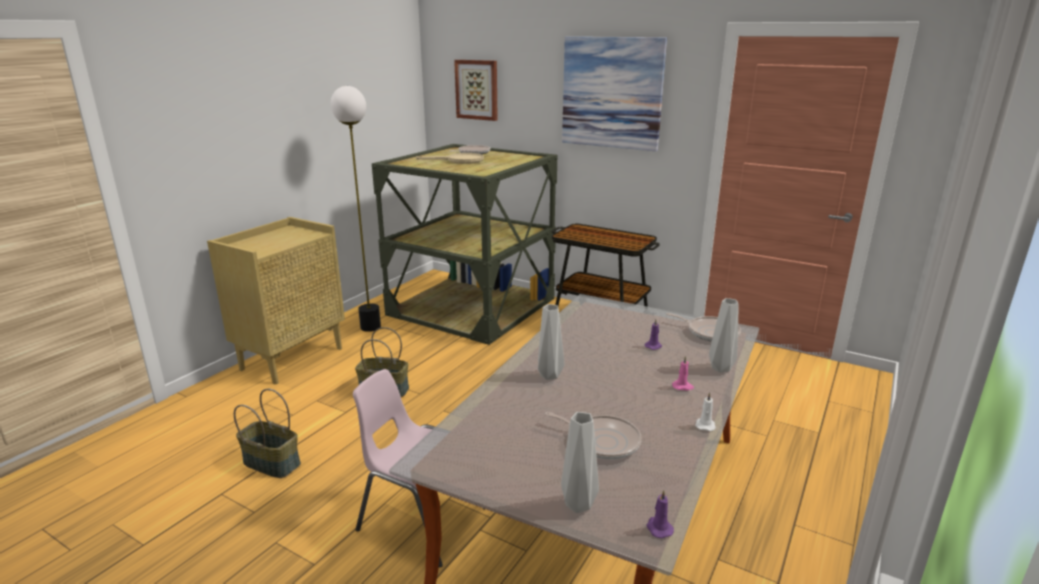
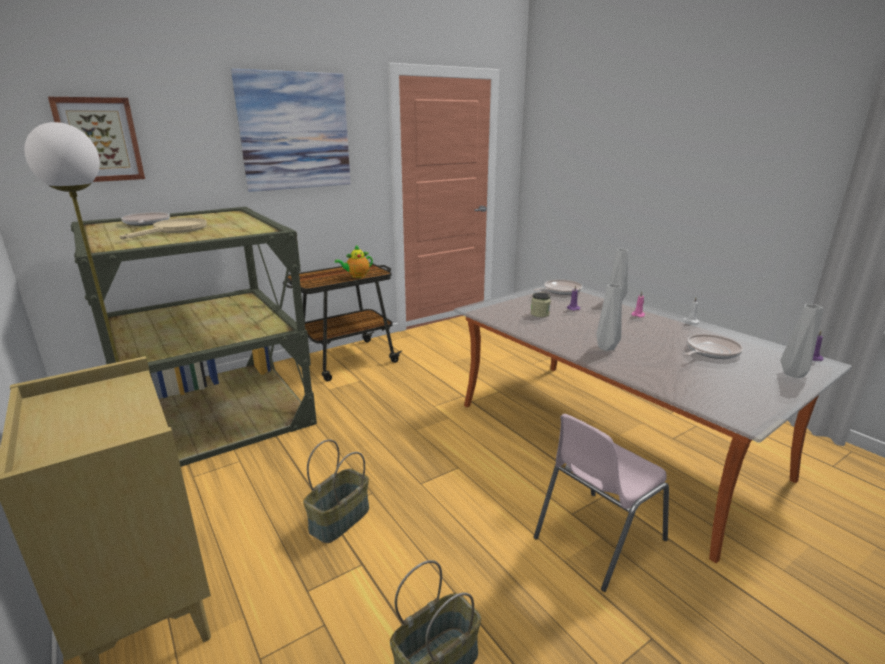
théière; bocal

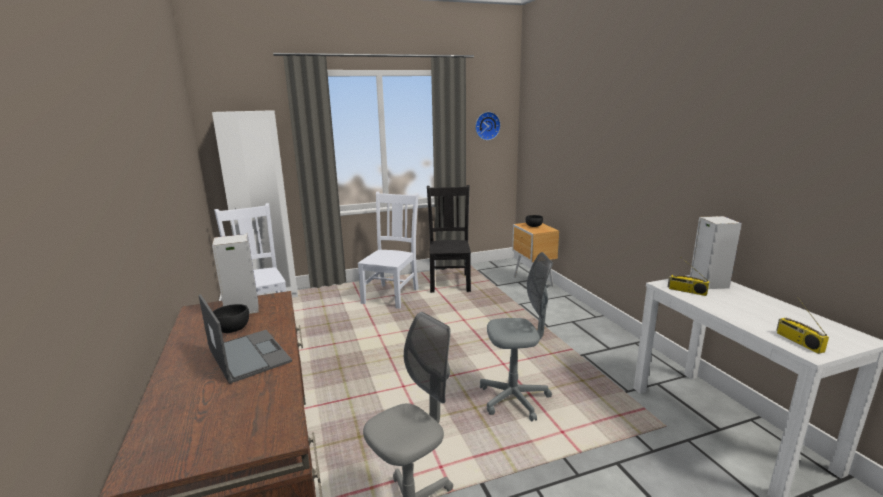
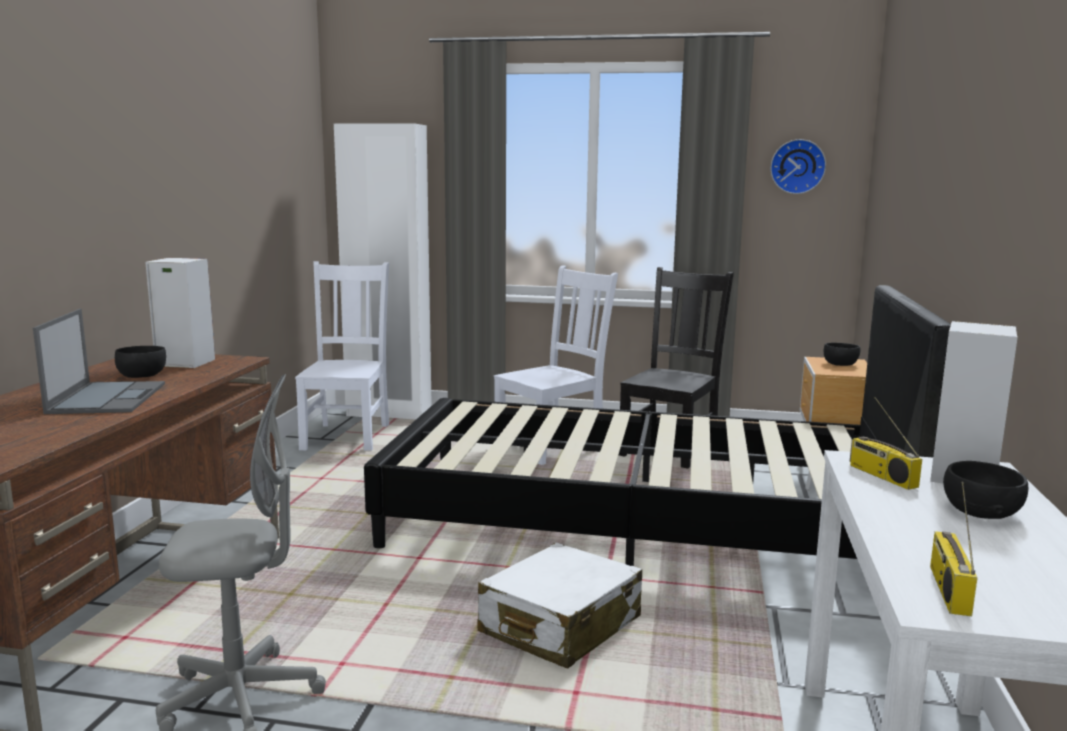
valise (blanc); lit (noir); bol (noir) (no. 3 from left)

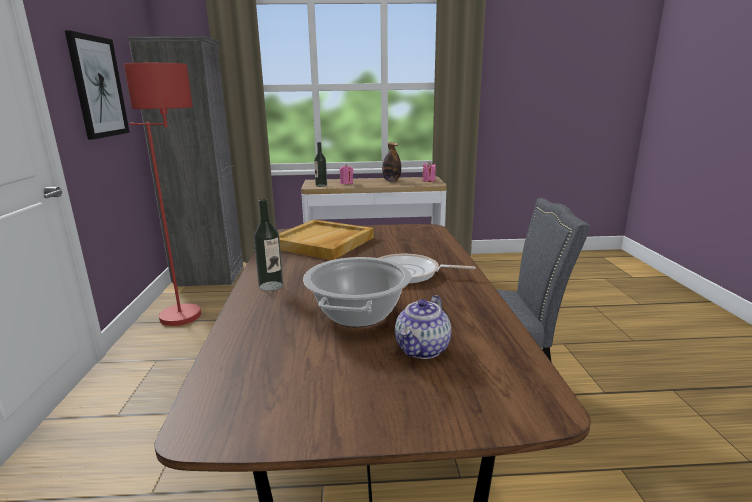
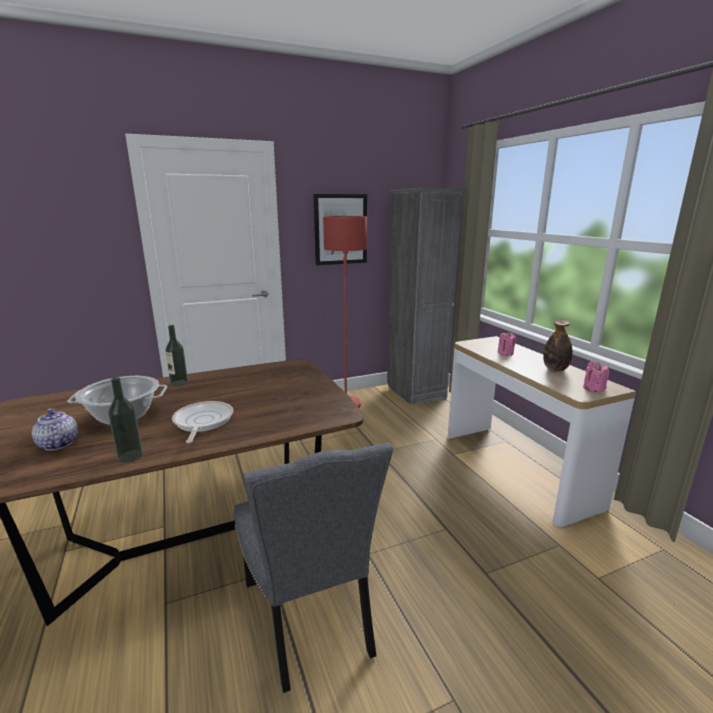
plateau (beige); bouteille (no. 1 from left); théière

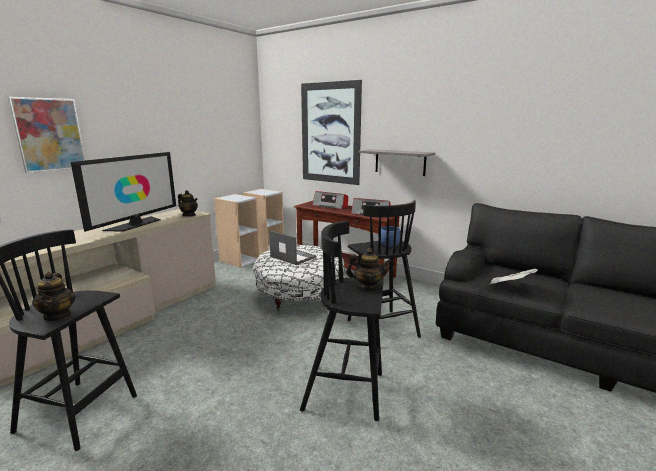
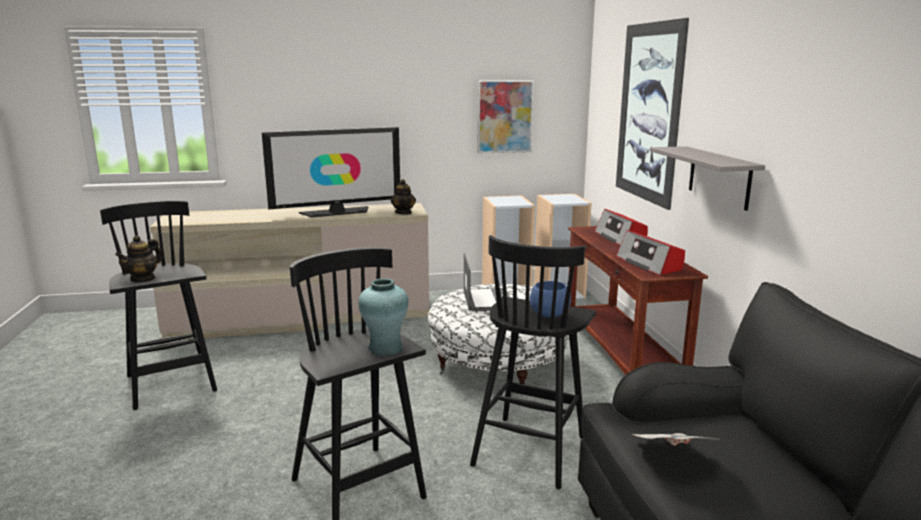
tableau (no. 1 from left); vase (turquoise)

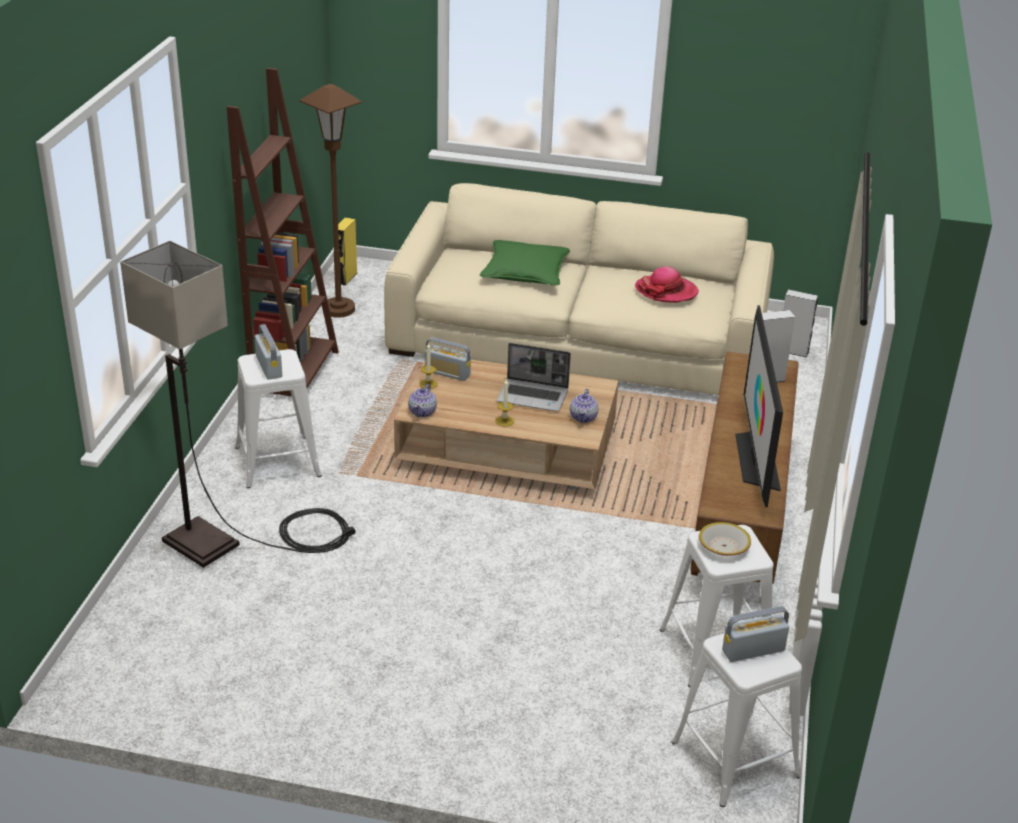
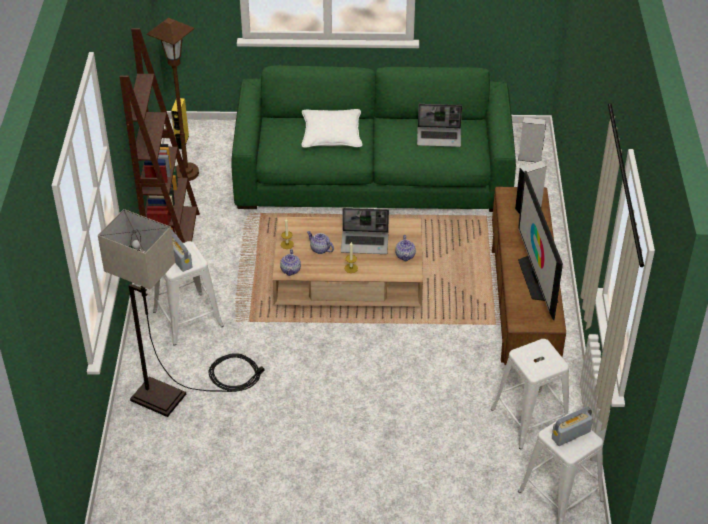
canapé (vert); radio (no. 2 from left in the first image); coussin (blanc); ordinateur portable (no. 2 from left); bol; théière (no. 2 from left)

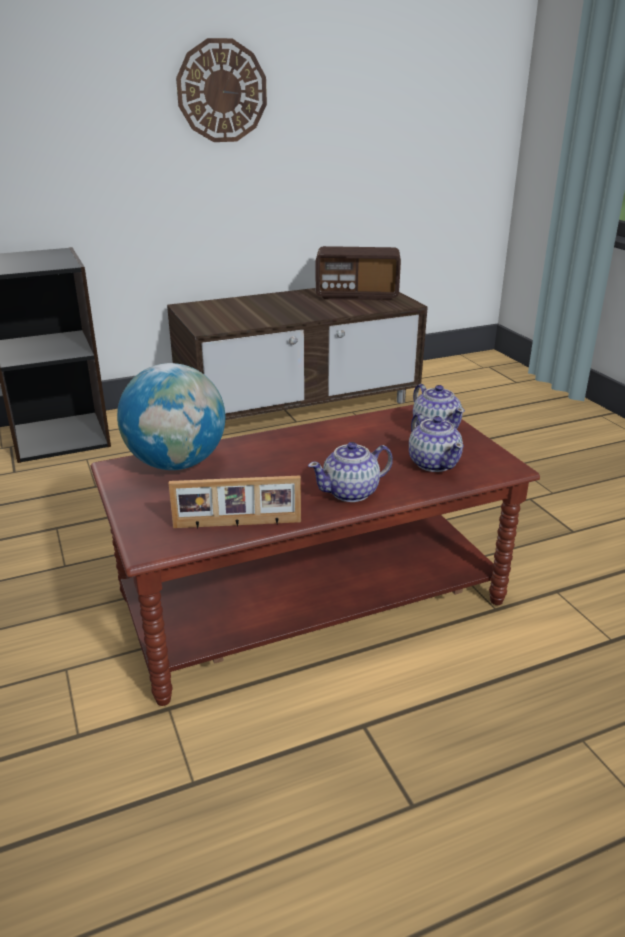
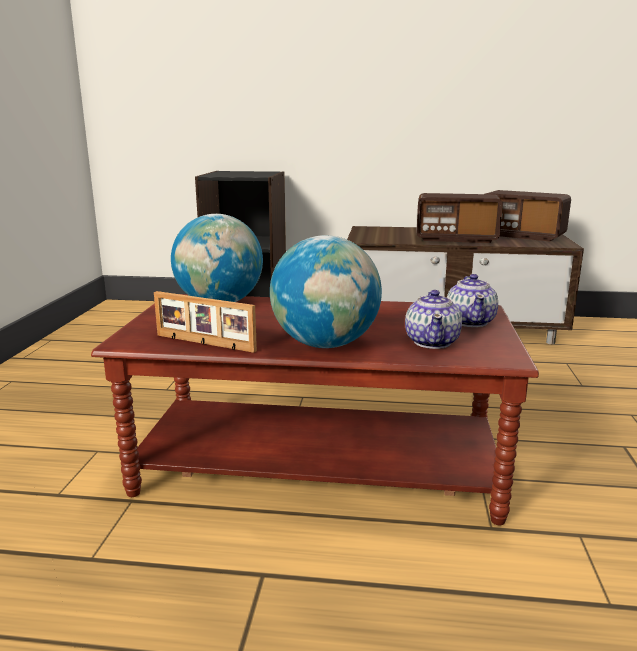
horloge murale; globe (no. 2 from left); radio (no. 1 from left)

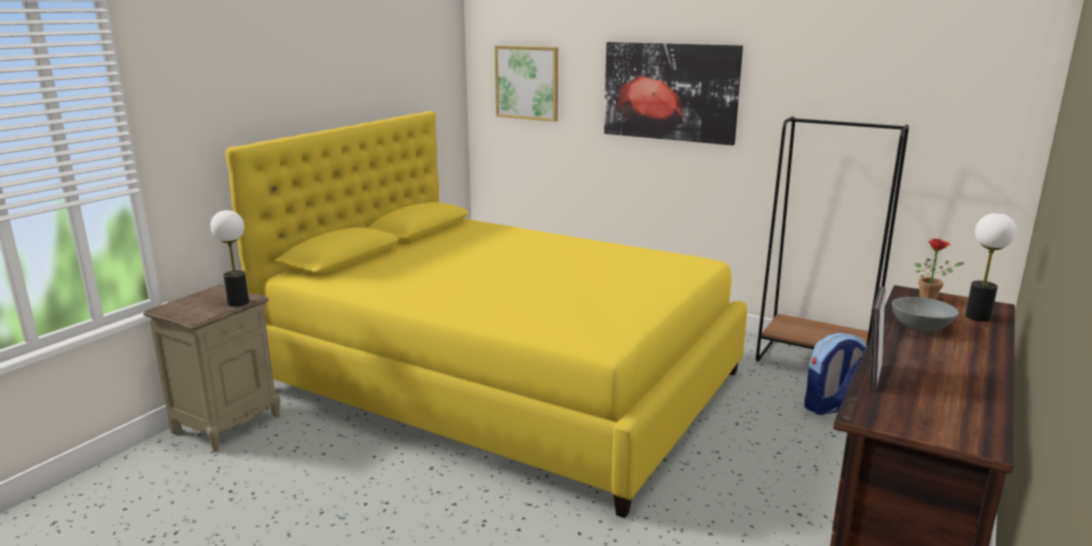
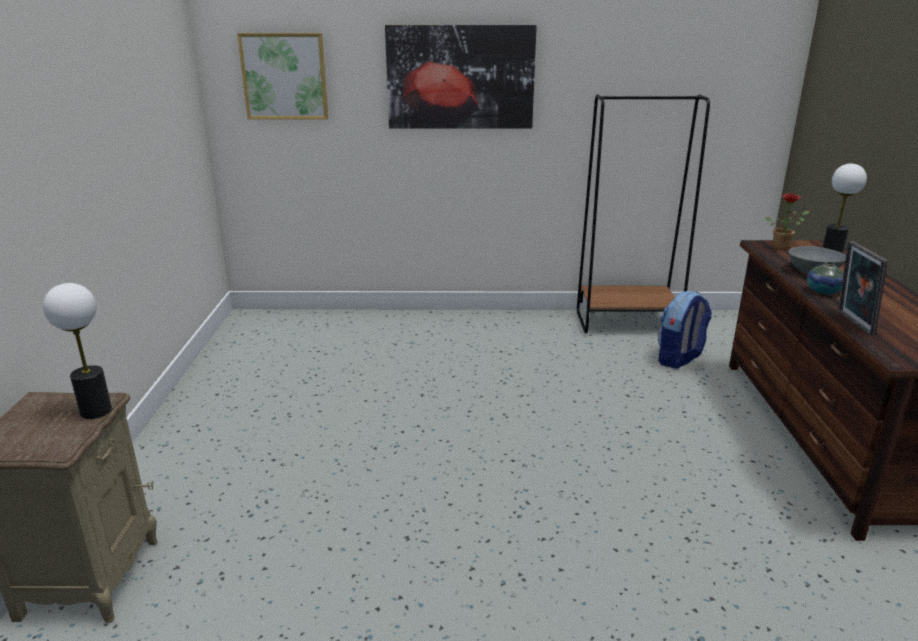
lit (jaune); vase

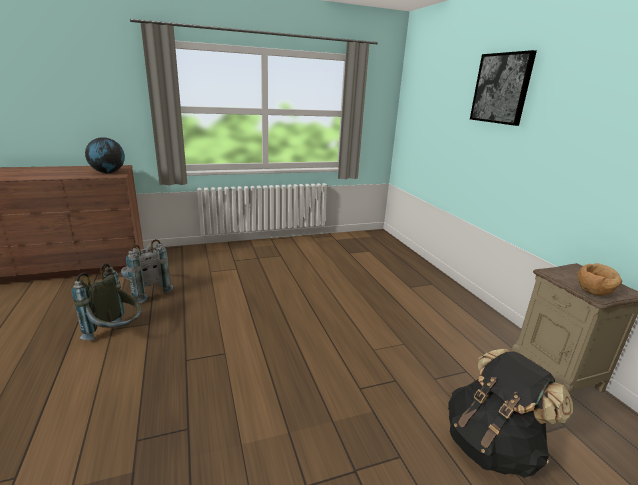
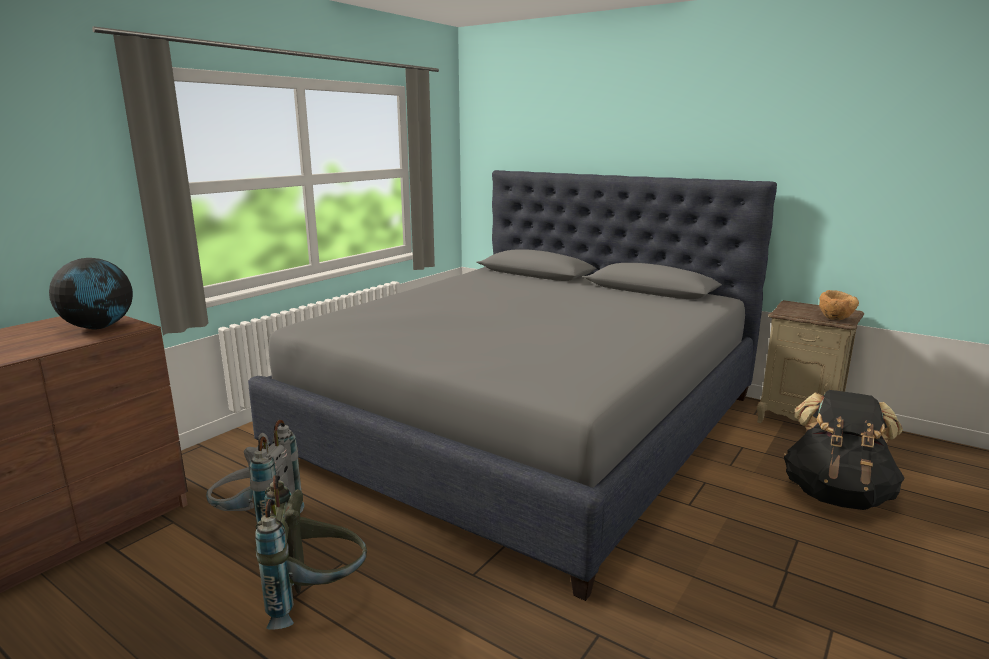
tableau; lit (gris)

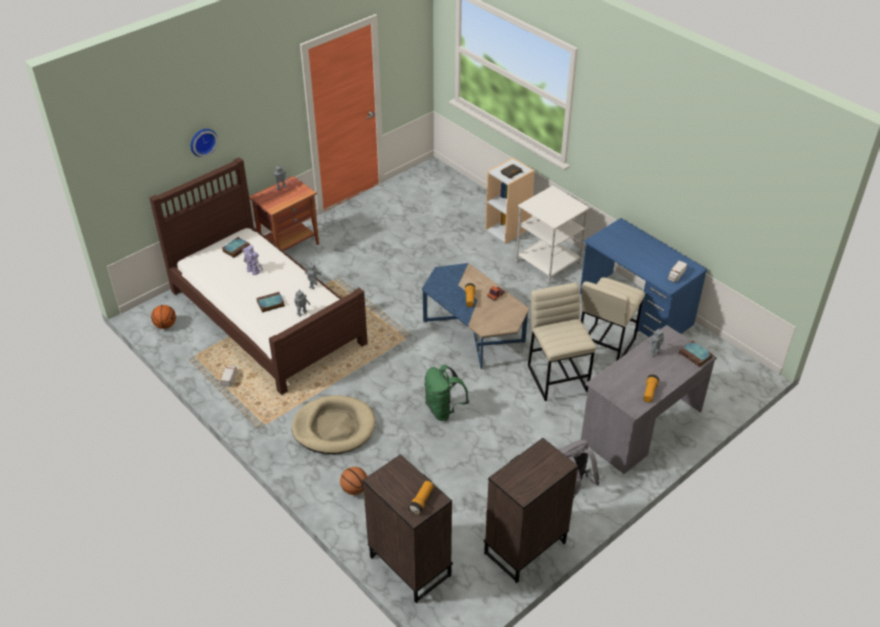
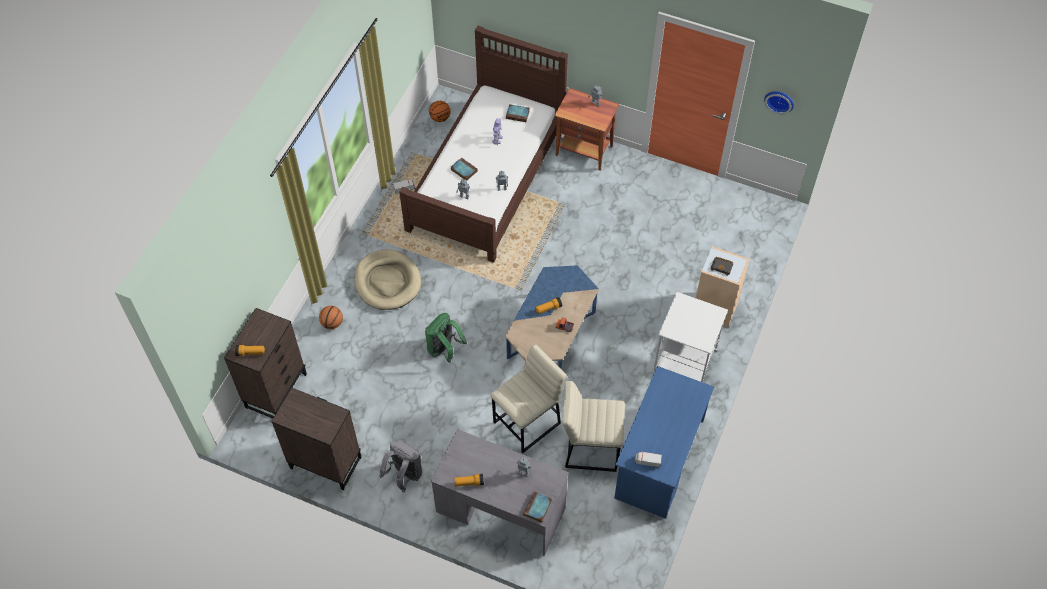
horloge murale

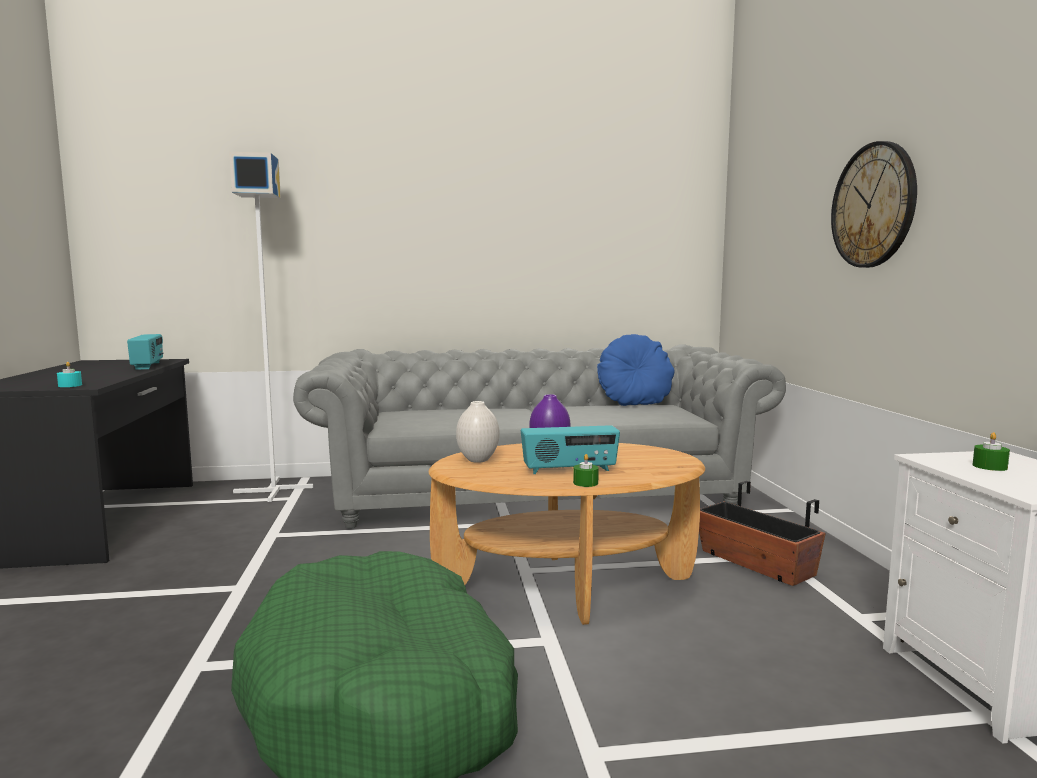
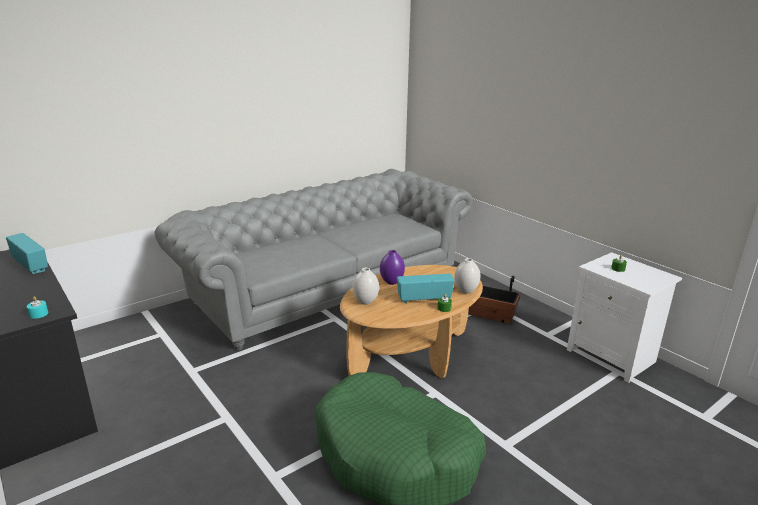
lampadaire (blanc); radio (no. 2 from left); coussin (bleu); horloge murale; vase (blanc) (no. 2 from left)

